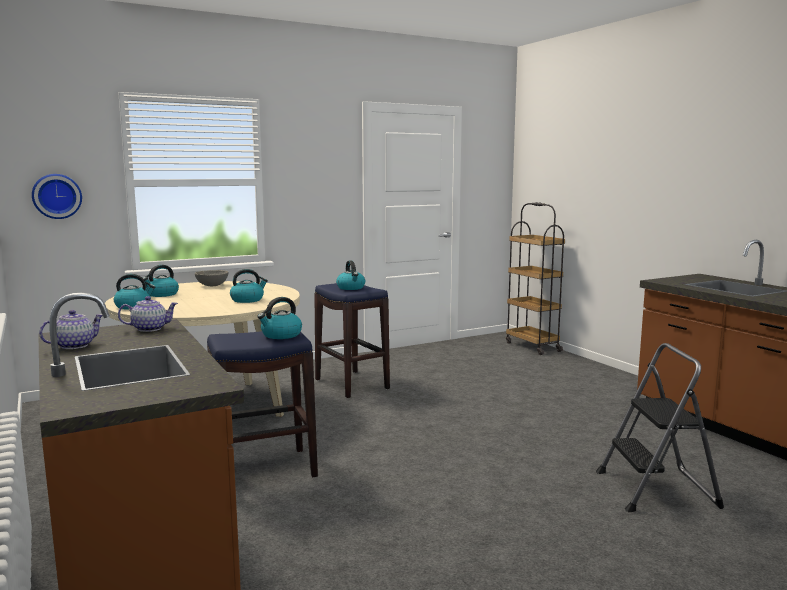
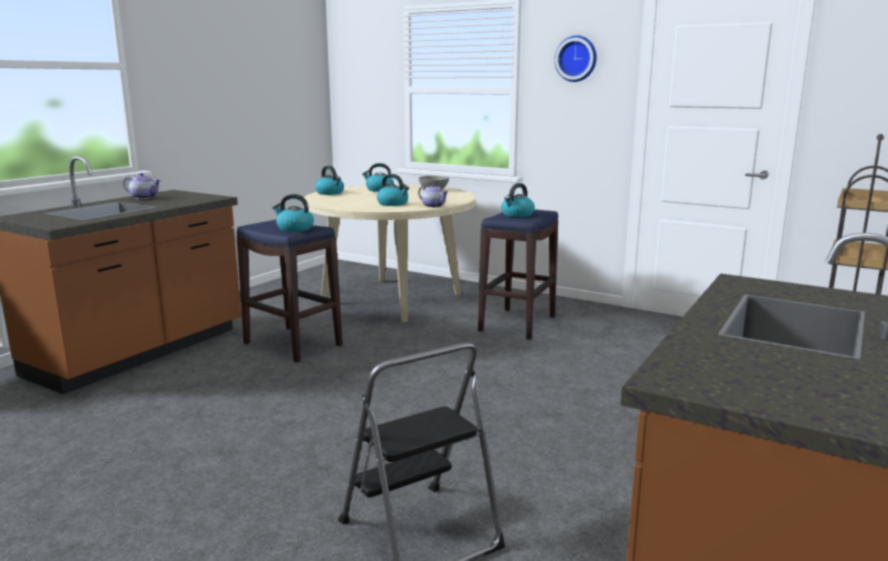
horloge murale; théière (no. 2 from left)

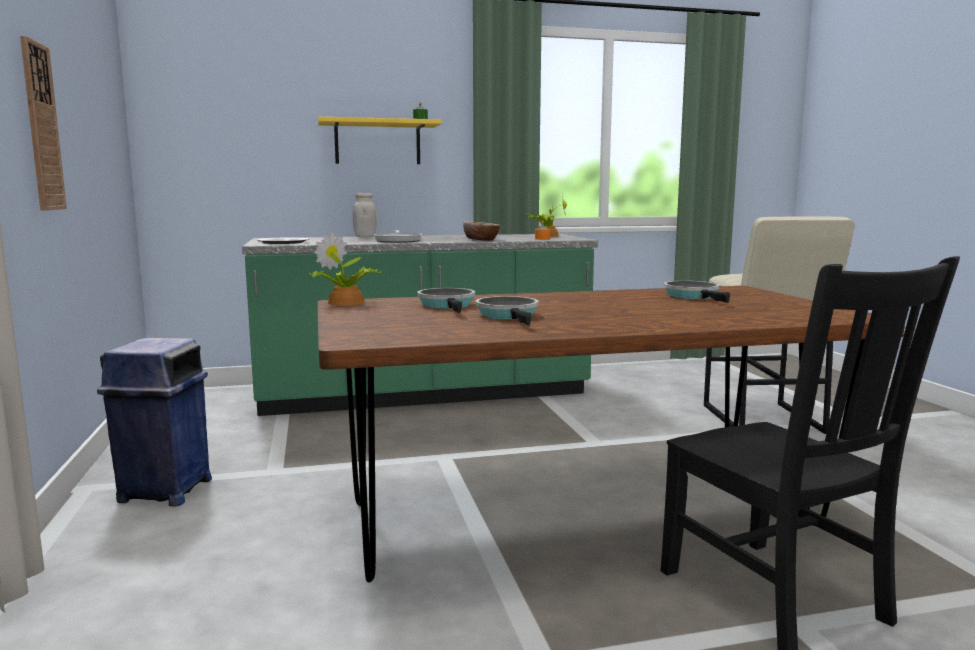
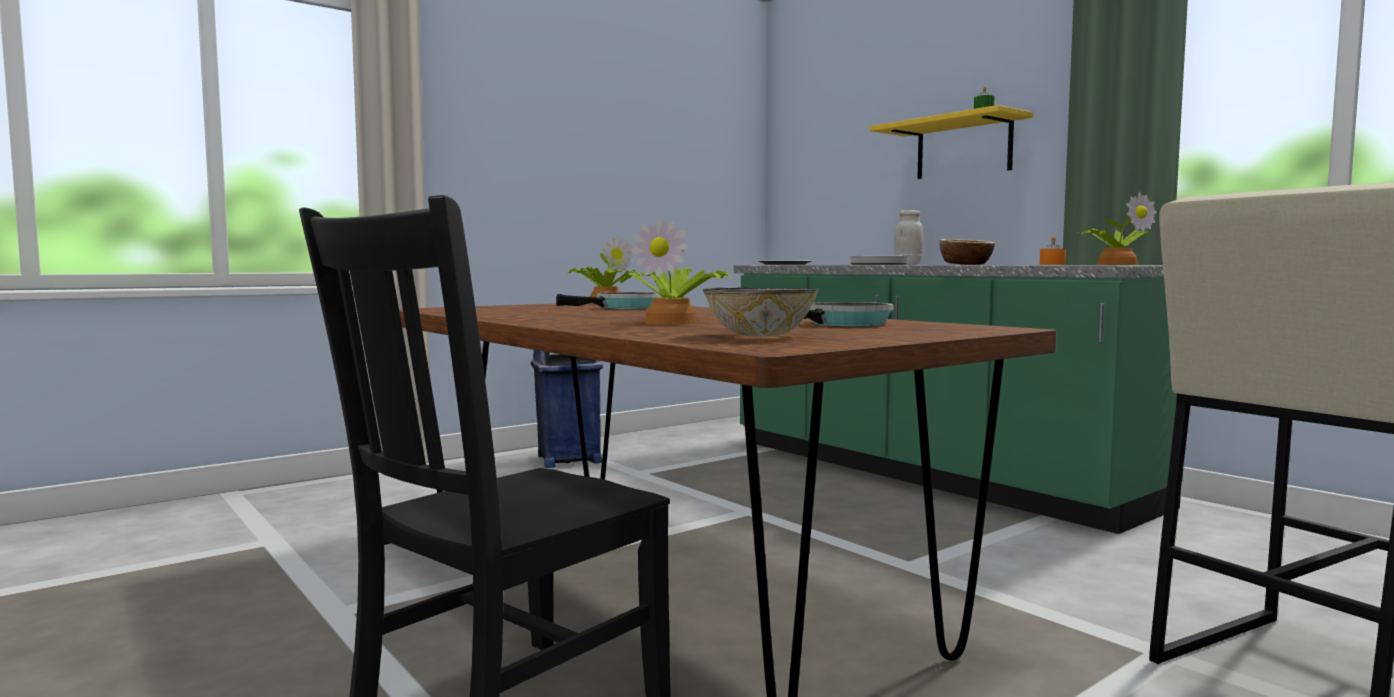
horloge murale; poêle (no. 3 from left in the first image); plante en pot (no. 2 from left); bol (no. 1 from left)

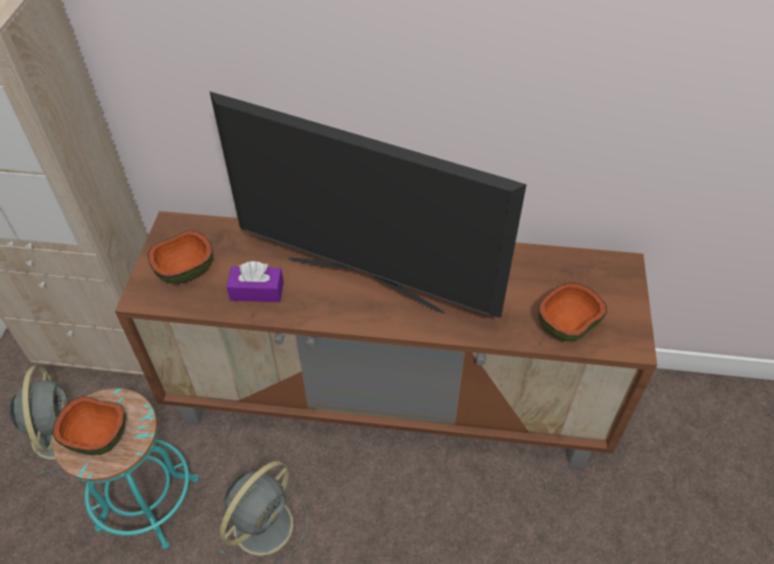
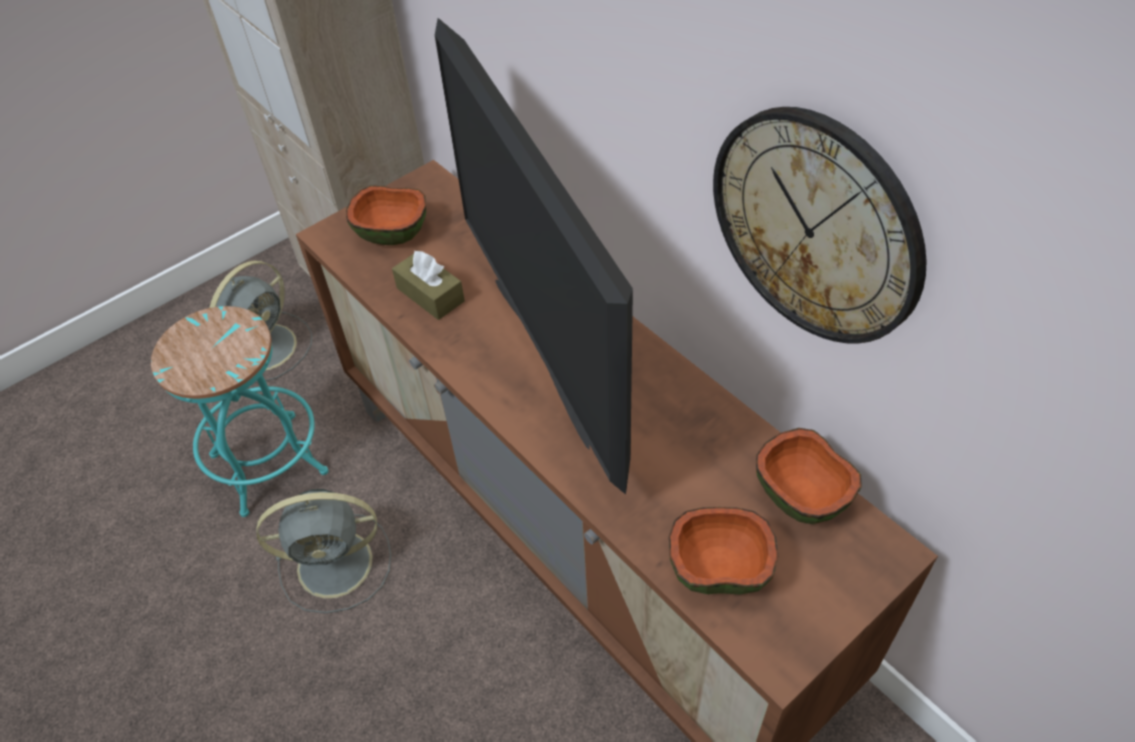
bol (no. 3 from left); boîte à mouchoirs (marron); horloge murale

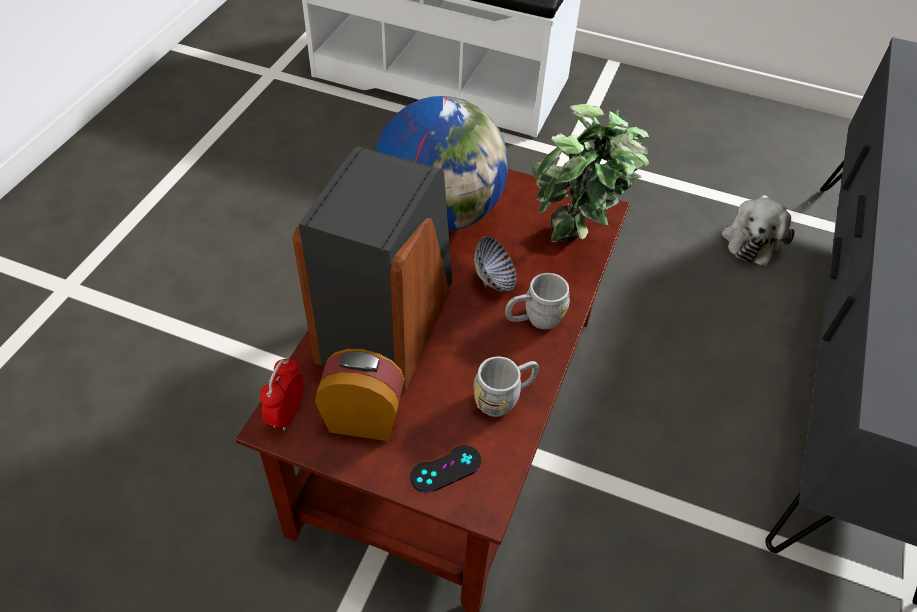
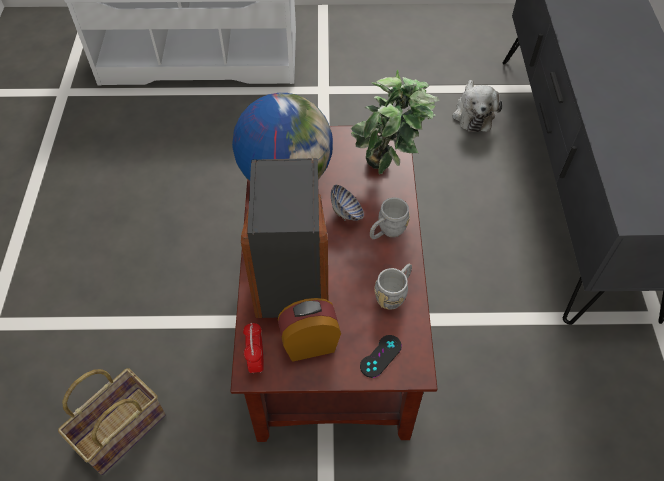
panier

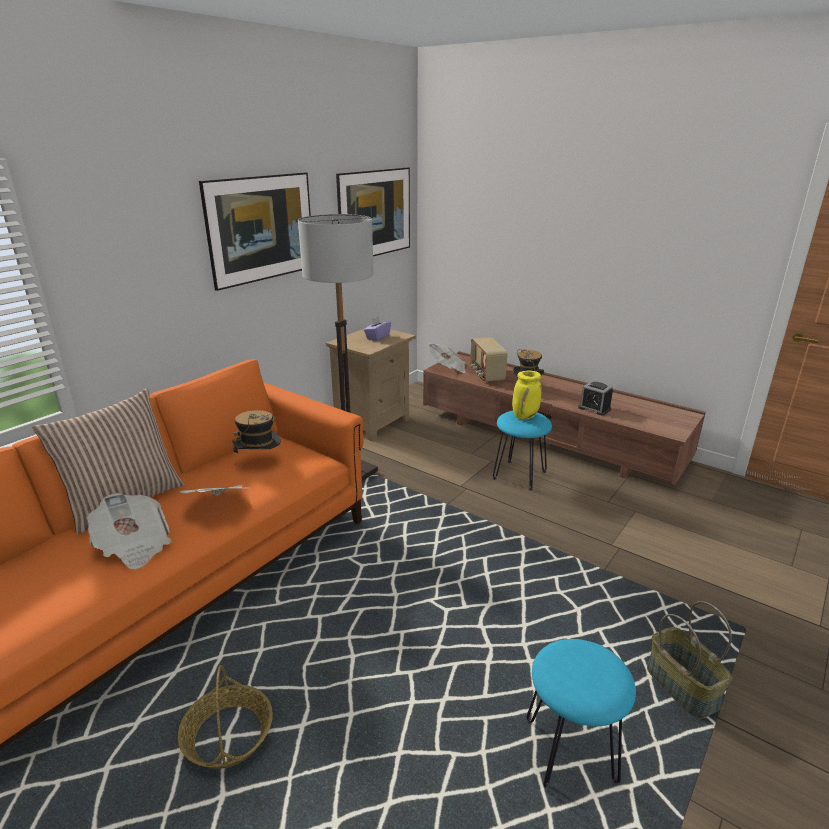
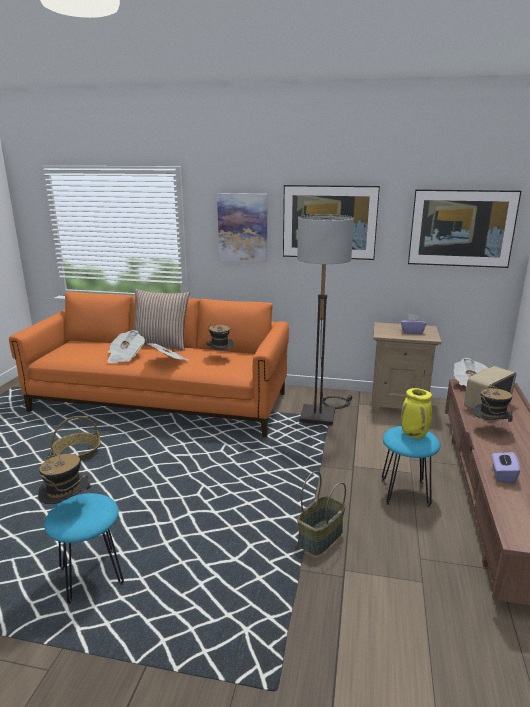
boîte à mouchoirs (violet) (no. 2 from left); panier (no. 2 from left); chapeau (no. 1 from left); tableau (no. 1 from left)

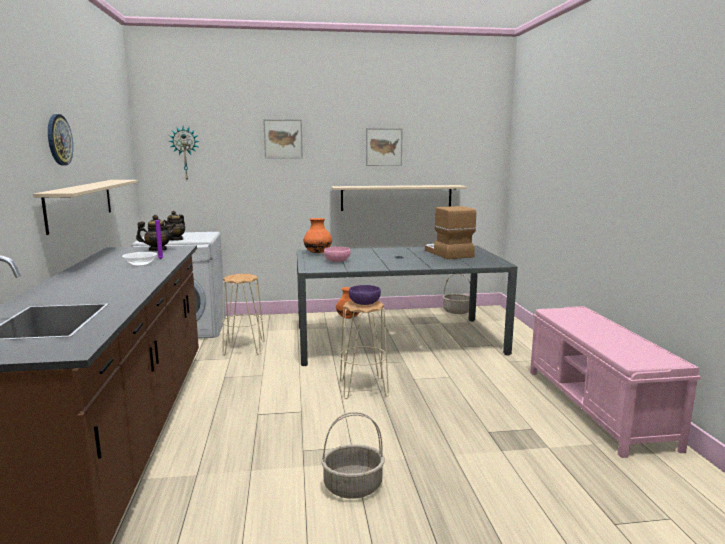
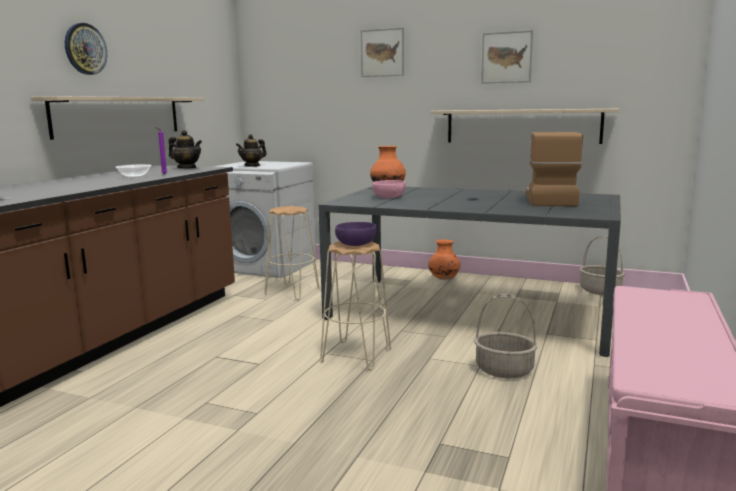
horloge murale (no. 2 from left in the first image); panier (no. 1 from left)

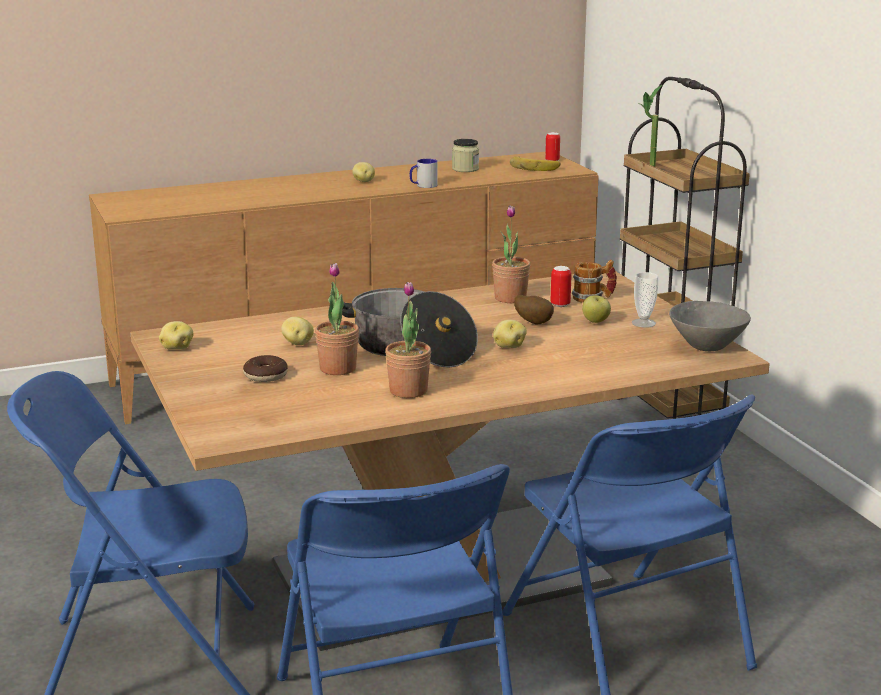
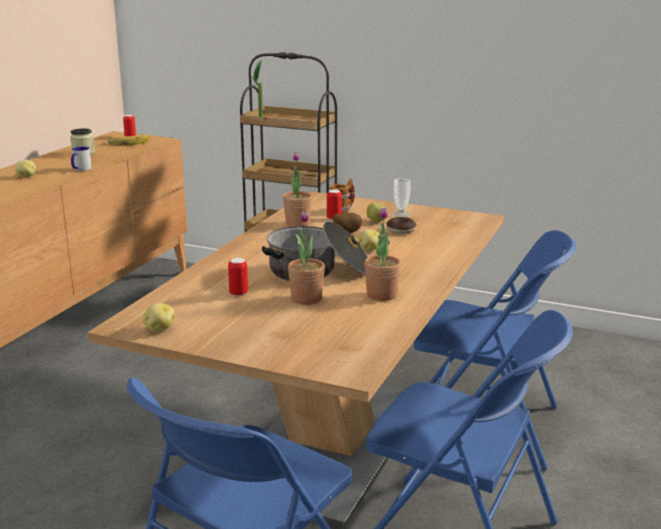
beignet; boîte métallique (no. 2 from left); bol (gris)

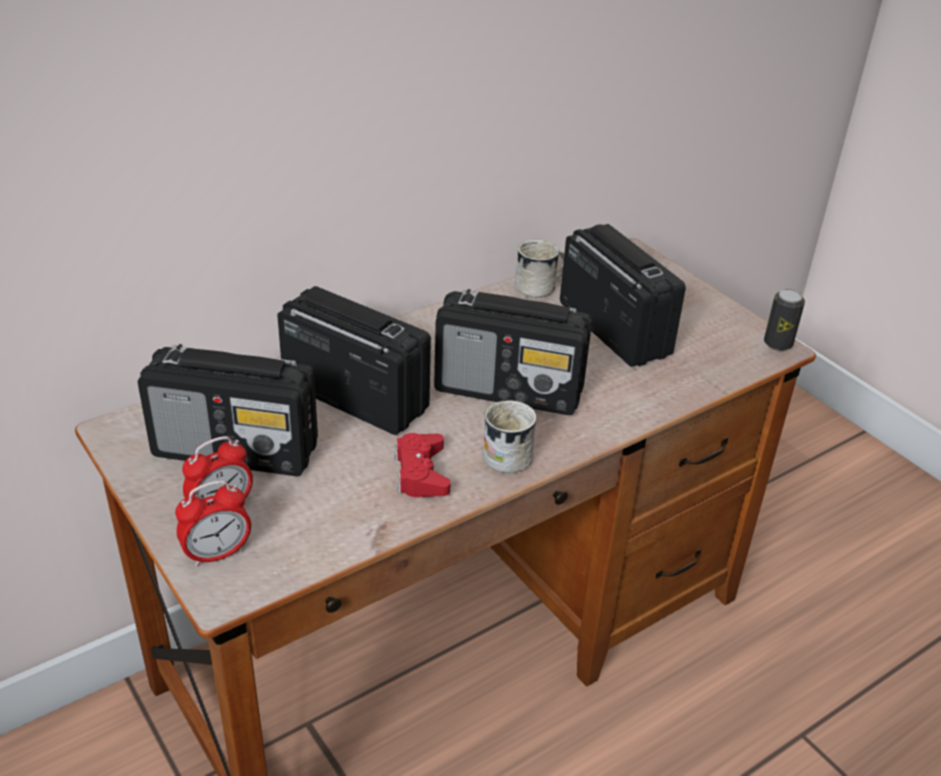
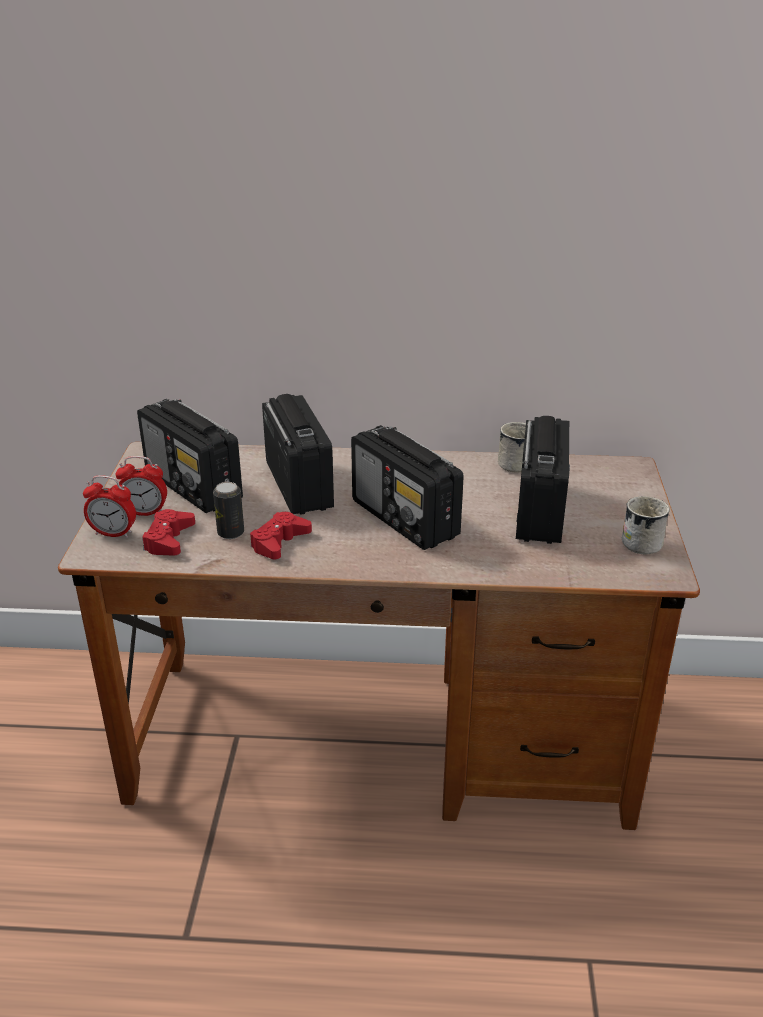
mug (blanc) (no. 2 from left); boîte métallique; manette (rouge) (no. 1 from left)

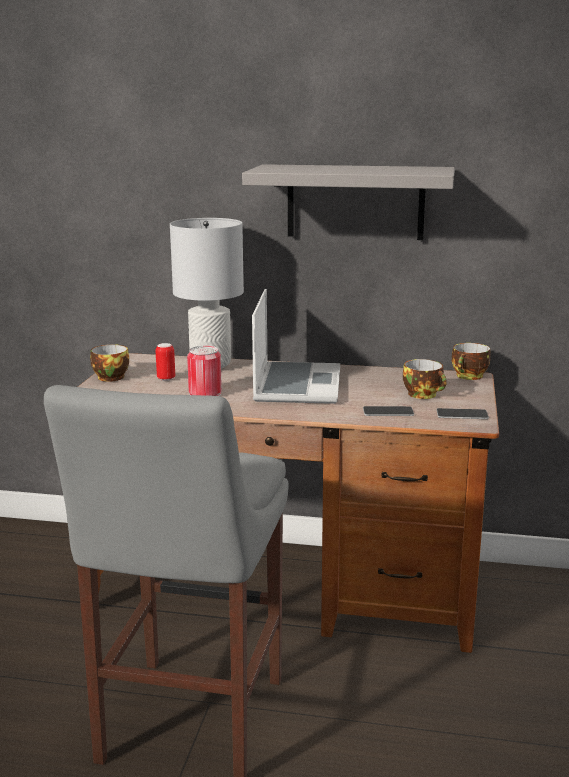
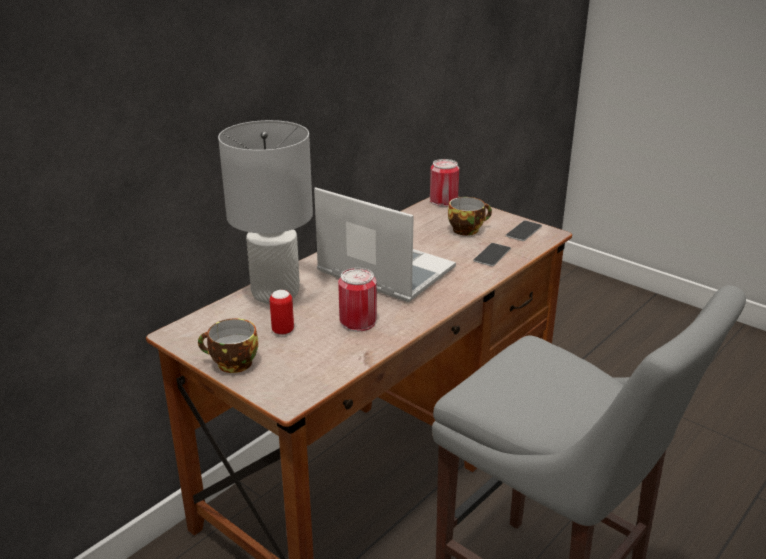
étagère (gris); boîte métallique (no. 3 from left)

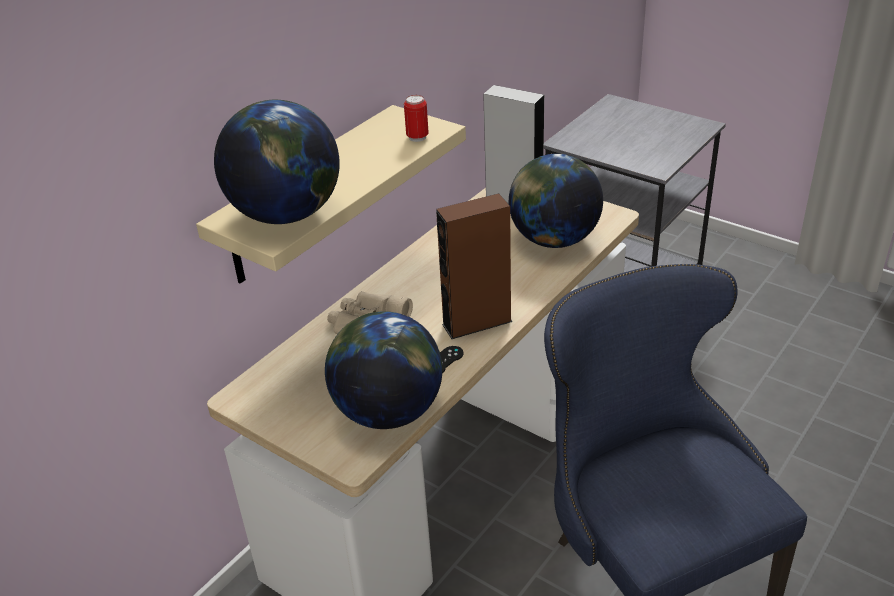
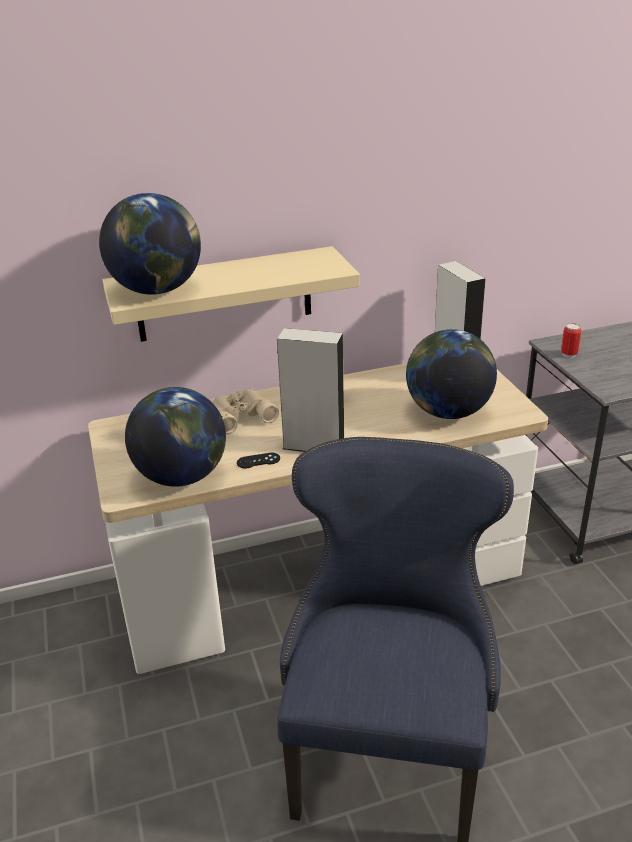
boîte métallique; enceinte (gris) (no. 1 from left)

